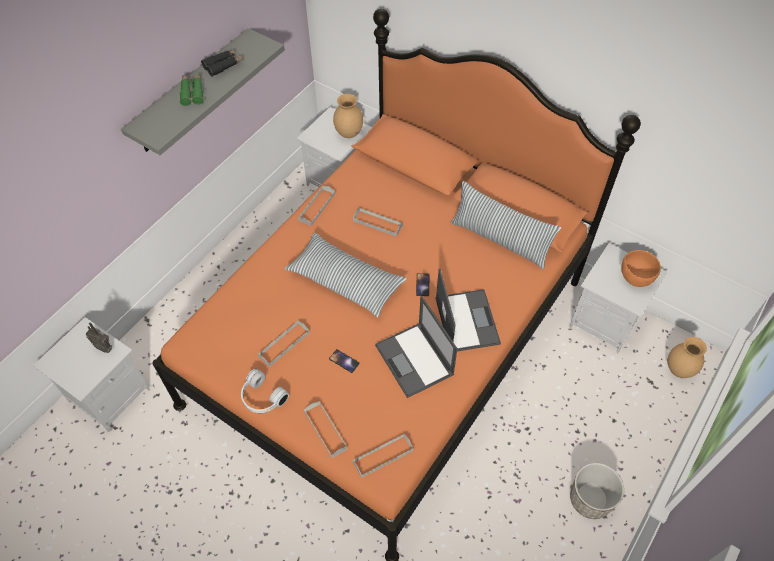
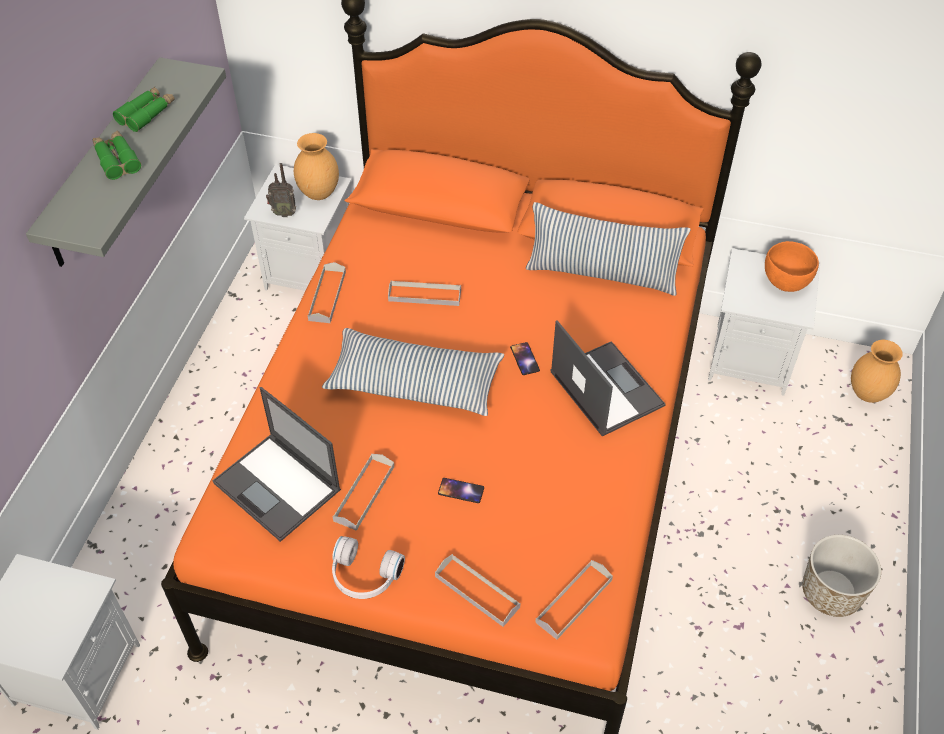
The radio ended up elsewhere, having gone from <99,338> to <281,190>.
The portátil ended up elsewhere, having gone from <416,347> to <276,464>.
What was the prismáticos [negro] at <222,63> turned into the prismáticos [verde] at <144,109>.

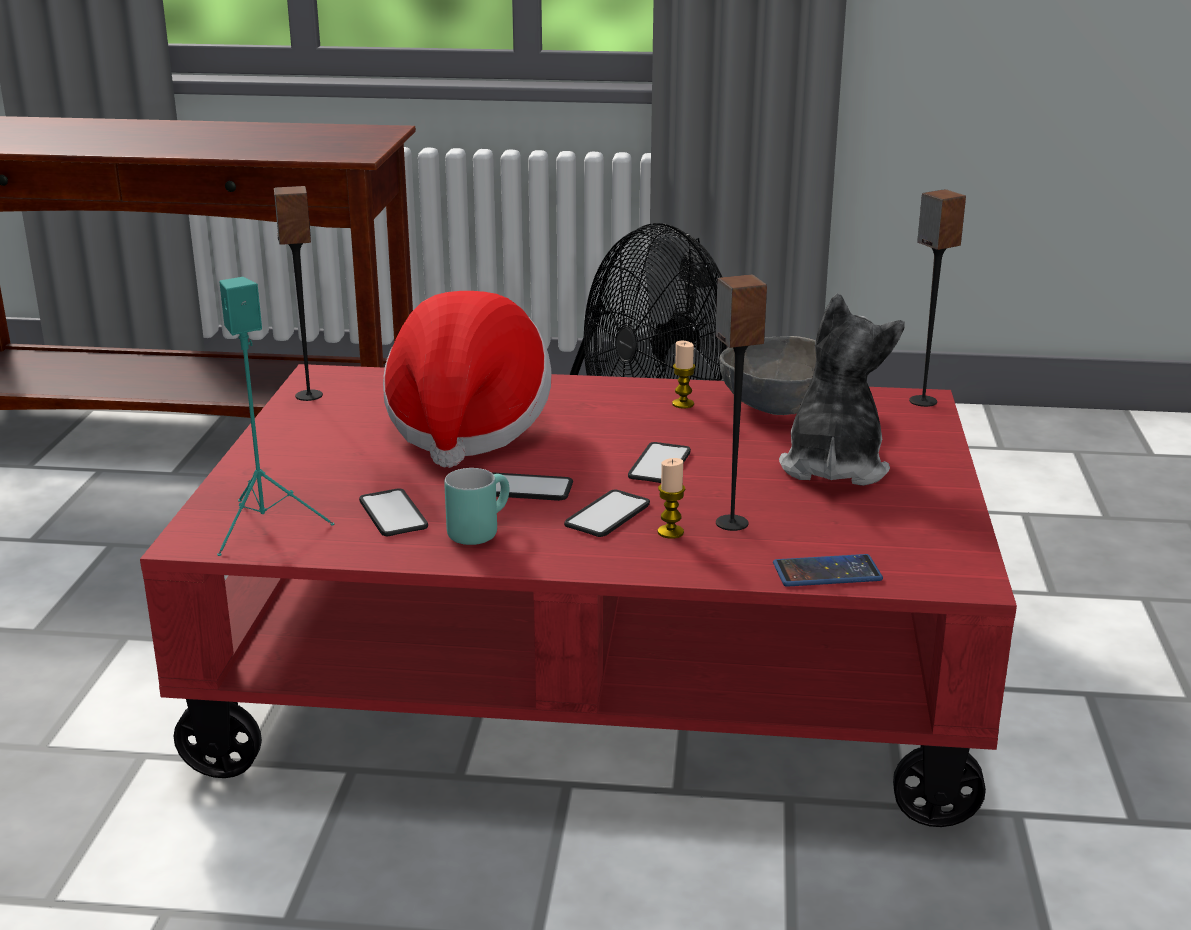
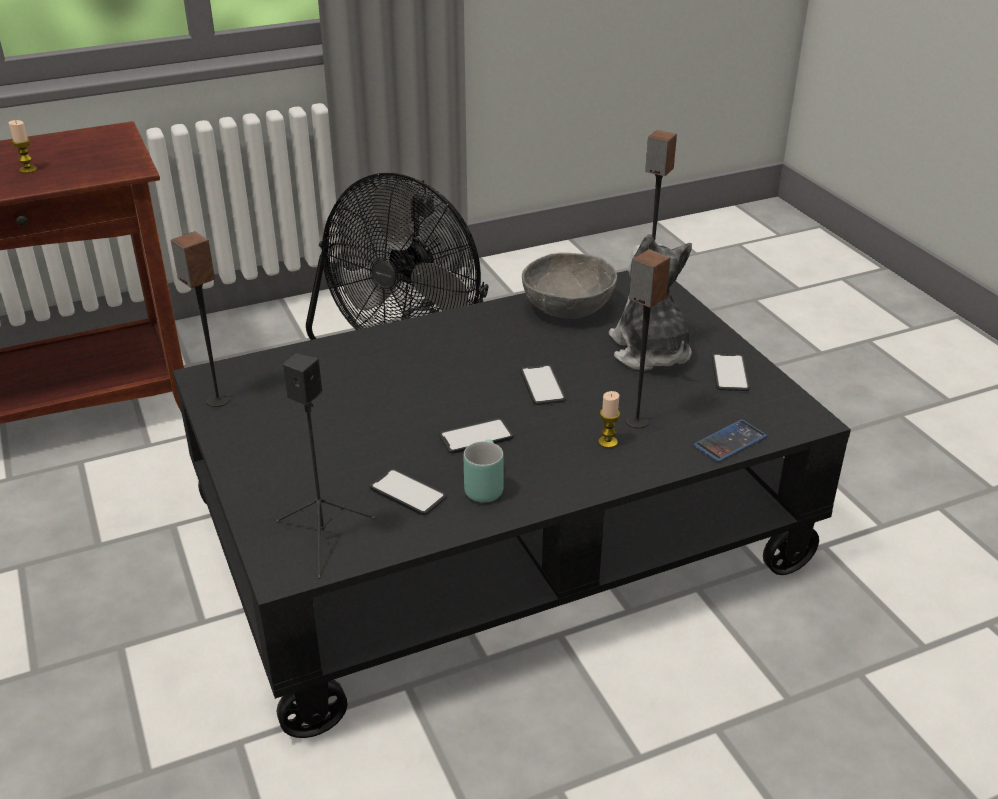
The second view lost the sombrero at <467,379>.
The móvil ended up elsewhere, having gone from <607,513> to <731,372>.
The vela ended up elsewhere, having gone from <683,375> to <23,147>.
What was the mesa de centro [rojo] at <578,595> turned into the mesa de centro [negro] at <512,504>.
What was the altavoz [turquesa] at <275,416> turned into the altavoz [negro] at <325,466>.

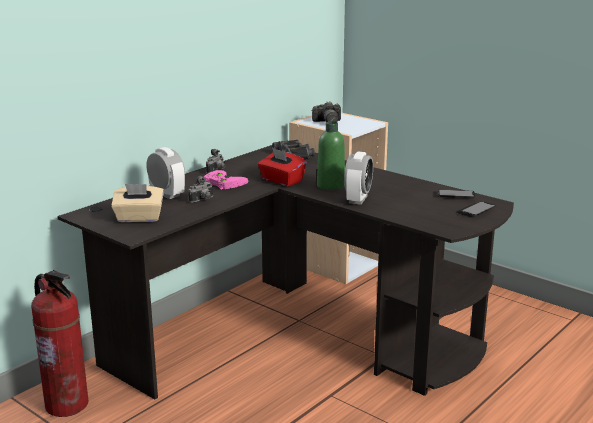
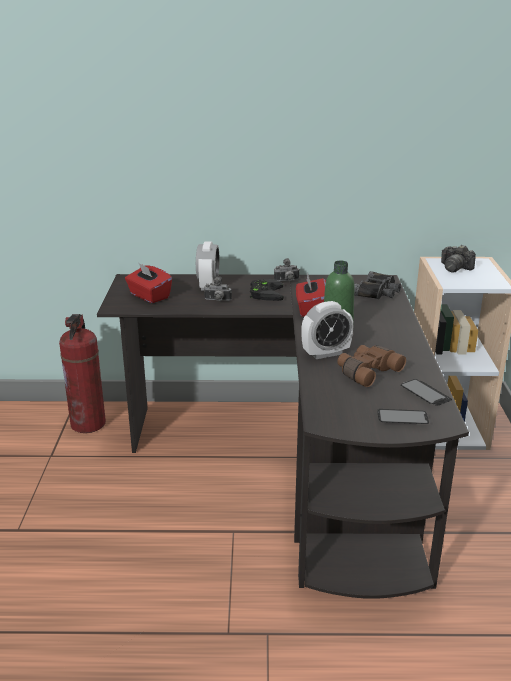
The second view gained the prismáticos [marrón] at <371,366>.
What was the caja de pañuelos [beis] at <137,203> turned into the caja de pañuelos [rojo] at <148,282>.
What was the mando de consola [rosa] at <226,180> turned into the mando de consola [negro] at <267,290>.

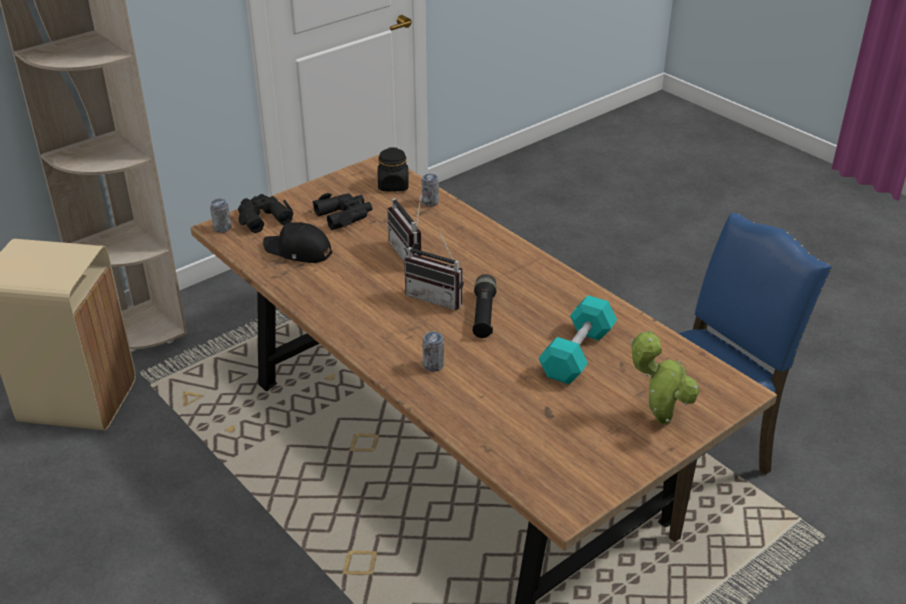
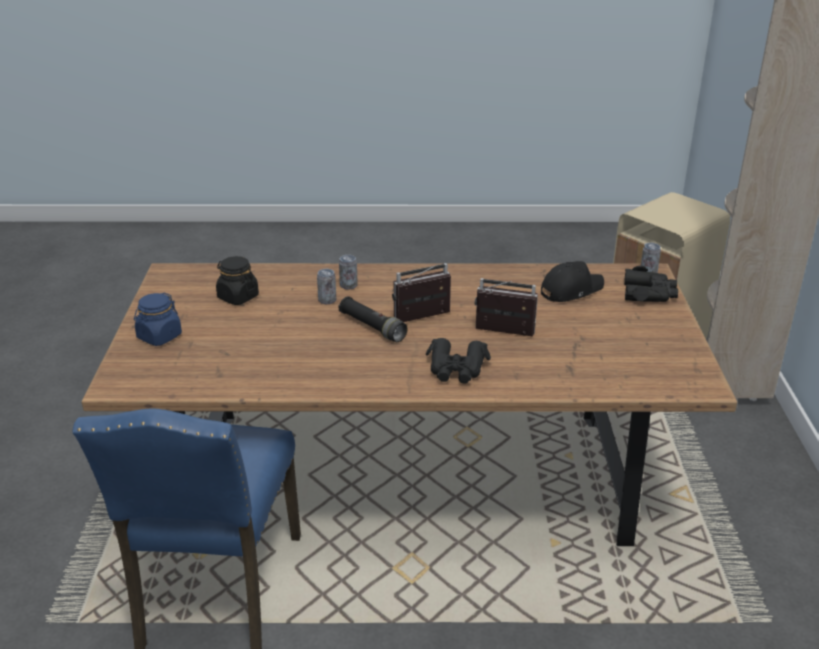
The second view lost the mancuerna [turquesa] at <577,339>.
The prismáticos [negro] ended up elsewhere, having gone from <342,211> to <458,361>.
The tarro [negro] ended up elsewhere, having gone from <393,169> to <237,280>.
The lata ended up elsewhere, having gone from <430,190> to <326,286>.
Where the planta en maceta stood at <665,377>, the tarro [azul] came to stand at <158,319>.

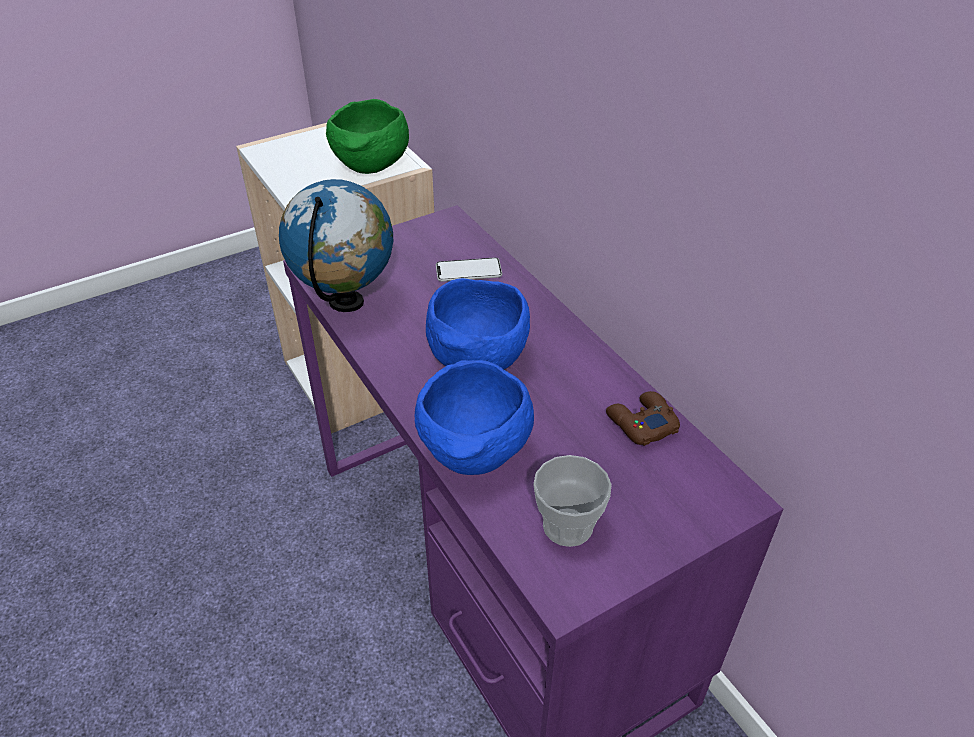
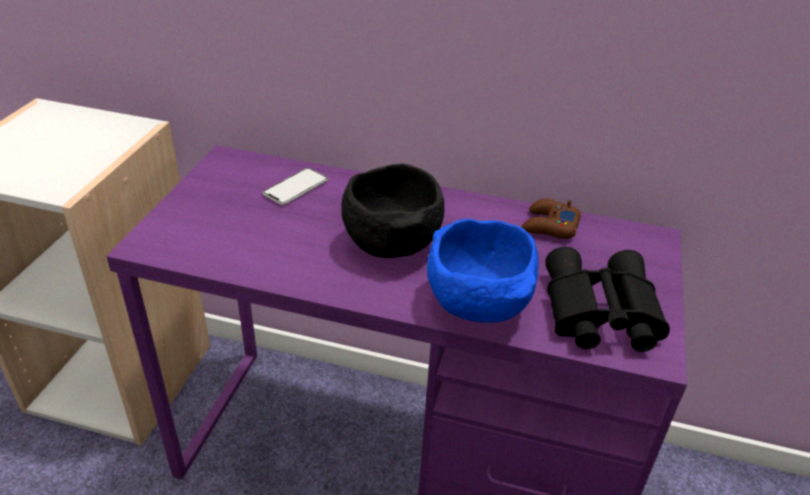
The second view lost the globo terráqueo at <336,245>.
The second view lost the cuenco [verde] at <367,136>.
Where the taza stood at <572,501>, the prismáticos [negro] came to stand at <607,299>.
What was the cuenco [azul] at <478,323> turned into the cuenco [negro] at <392,210>.

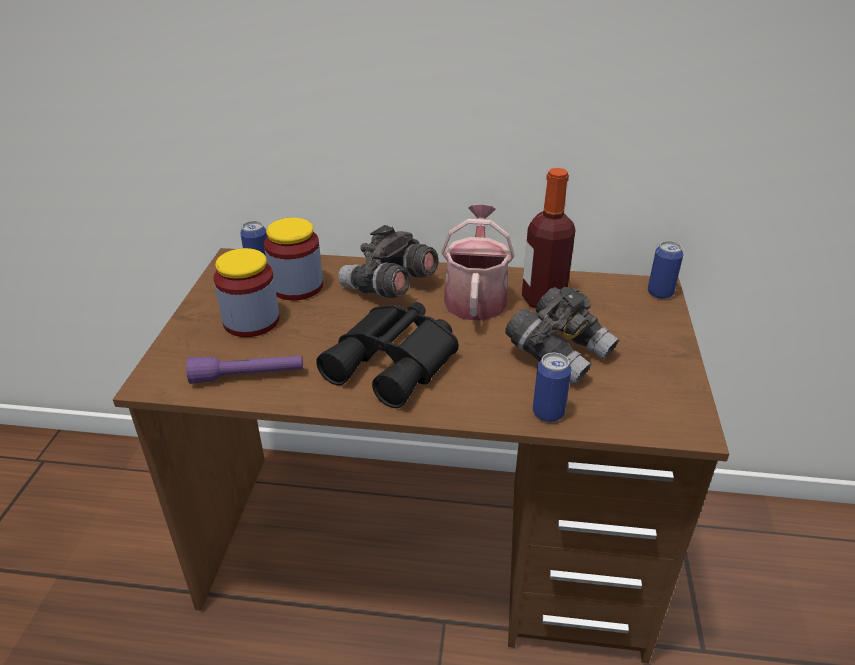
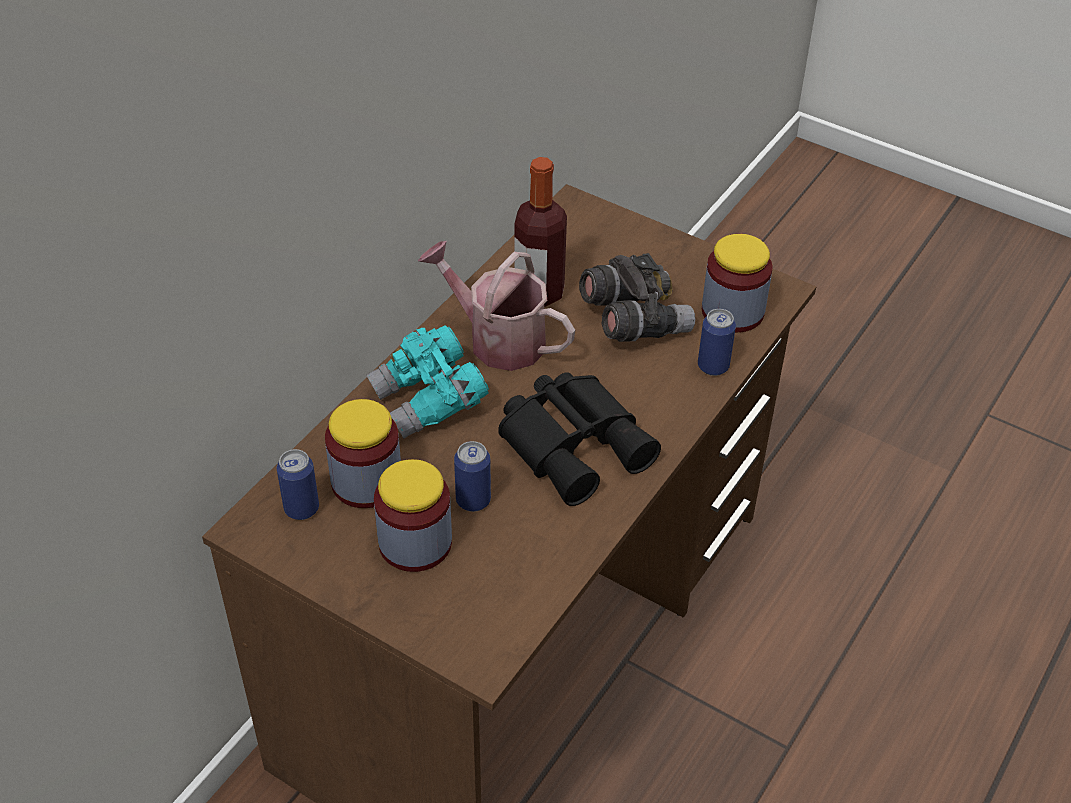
The second view lost the linterna [morado] at <244,369>.
The second view gained the tarro at <737,283>.
The lata ended up elsewhere, having gone from <666,270> to <472,476>.
What was the prismáticos [gris] at <389,261> turned into the prismáticos [turquesa] at <427,381>.

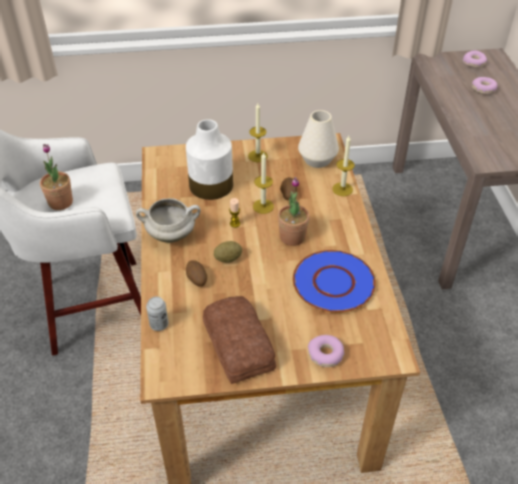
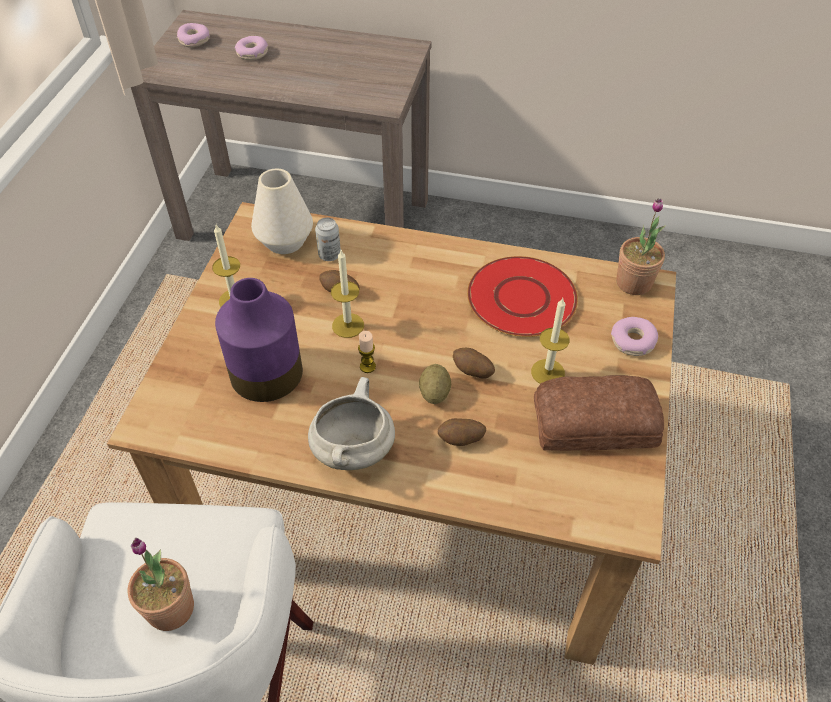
The second view gained the patata at <474,363>.
The lata ended up elsewhere, having gone from <157,313> to <328,239>.
The planta en maceta ended up elsewhere, having gone from <293,211> to <641,247>.
The vela ended up elsewhere, having gone from <343,166> to <550,341>.
What was the florero [blanco] at <209,159> turned into the florero [morado] at <259,340>.
What was the plato [azul] at <334,281> turned into the plato [rojo] at <522,296>.

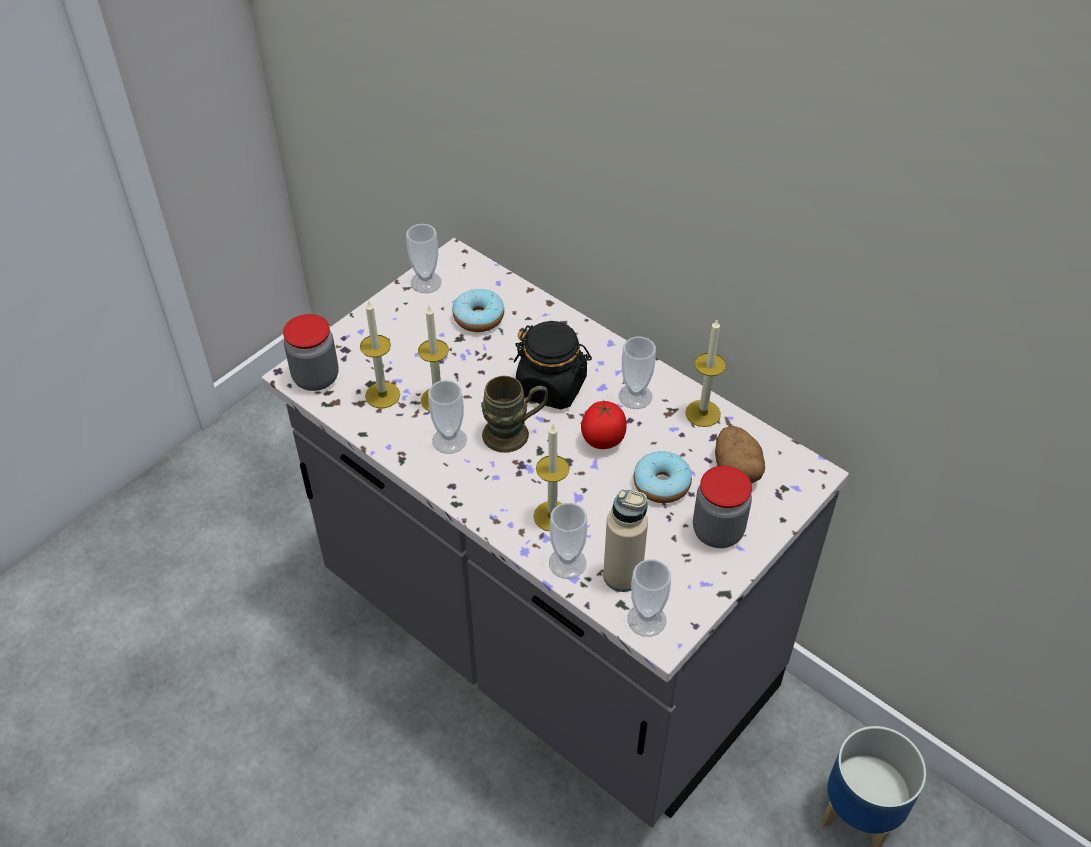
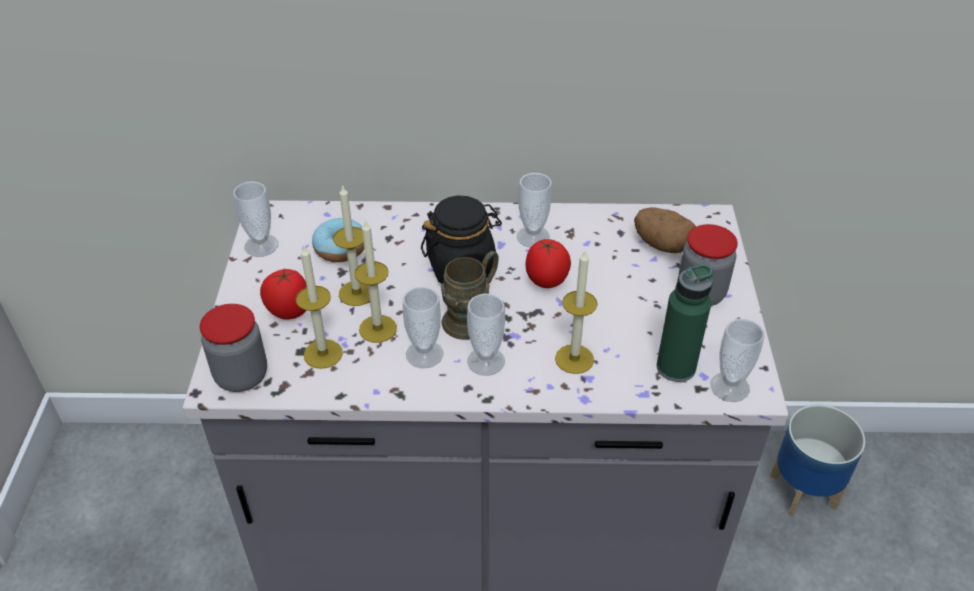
The second view lost the rosquilla at <663,477>.
The second view gained the tomate at <283,293>.
The taza ended up elsewhere, having gone from <568,541> to <486,335>.
The vela ended up elsewhere, having gone from <705,373> to <351,245>.
What was the botella [beis] at <625,540> turned into the botella [verde] at <685,323>.

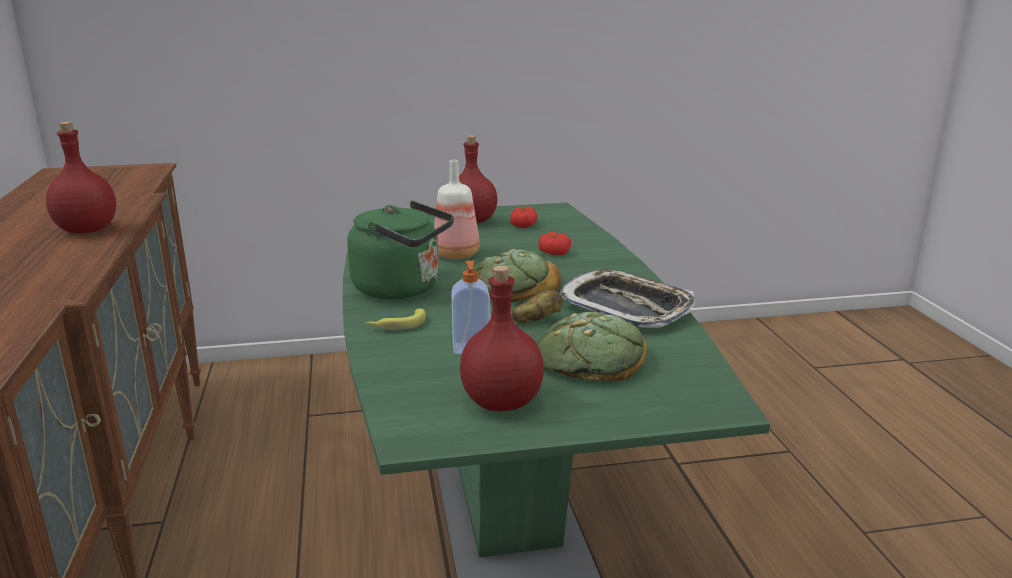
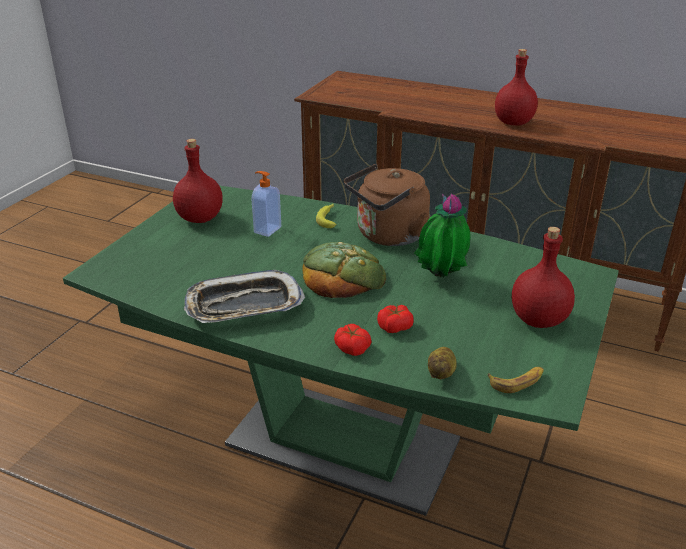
The second view lost the pan at <591,346>.
The second view gained the plátano at <516,380>.
The tomate ended up elsewhere, having gone from <523,217> to <353,340>.
The patata ended up elsewhere, having gone from <537,306> to <442,363>.
Where the botella stood at <457,209>, the planta en maceta came to stand at <442,235>.
What was the hervidor [verde] at <400,250> turned into the hervidor [marrón] at <387,205>.

